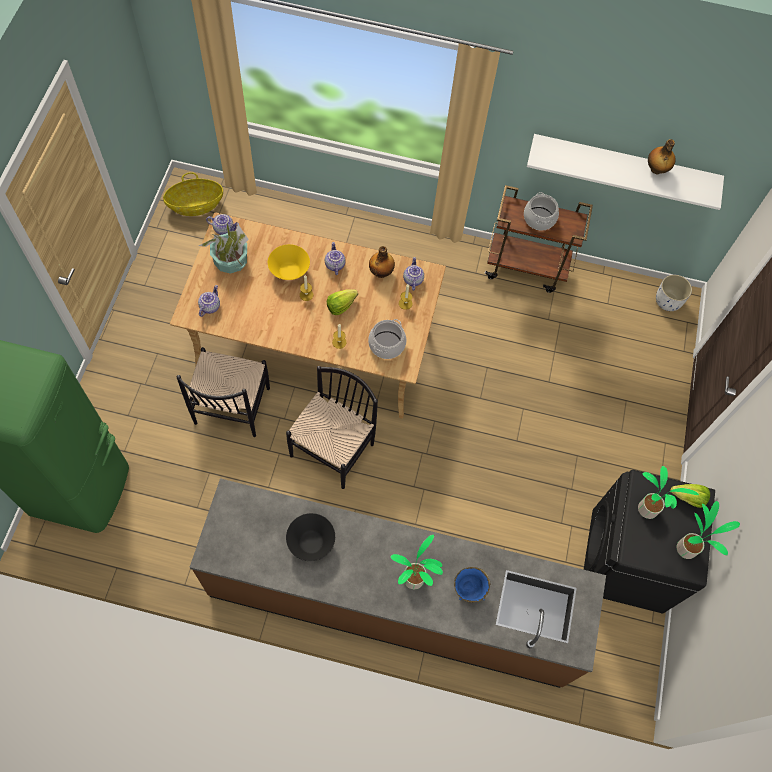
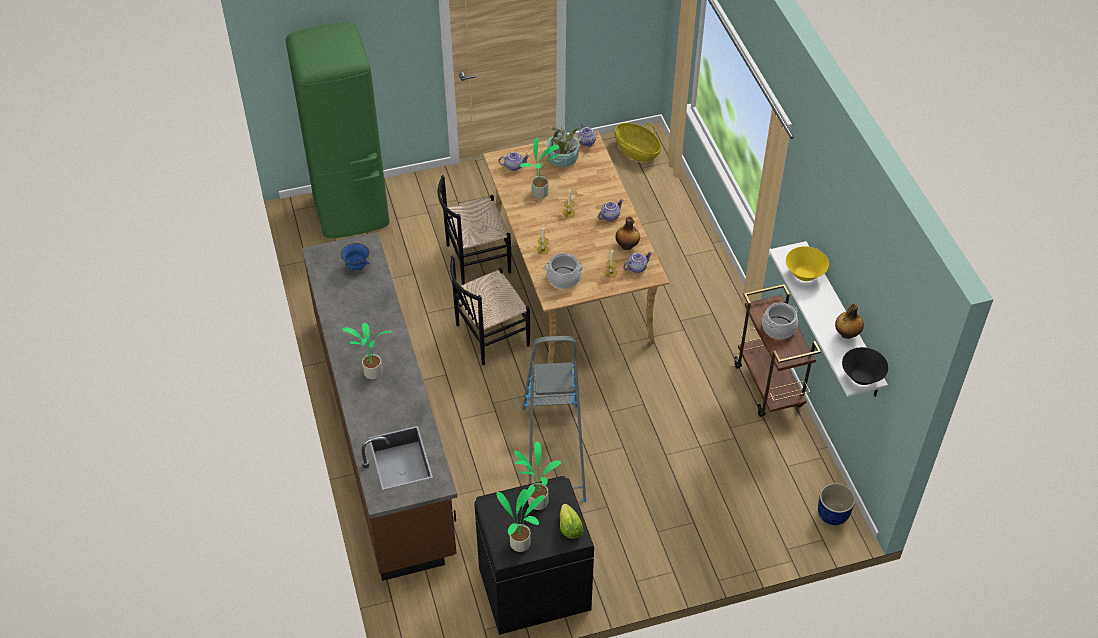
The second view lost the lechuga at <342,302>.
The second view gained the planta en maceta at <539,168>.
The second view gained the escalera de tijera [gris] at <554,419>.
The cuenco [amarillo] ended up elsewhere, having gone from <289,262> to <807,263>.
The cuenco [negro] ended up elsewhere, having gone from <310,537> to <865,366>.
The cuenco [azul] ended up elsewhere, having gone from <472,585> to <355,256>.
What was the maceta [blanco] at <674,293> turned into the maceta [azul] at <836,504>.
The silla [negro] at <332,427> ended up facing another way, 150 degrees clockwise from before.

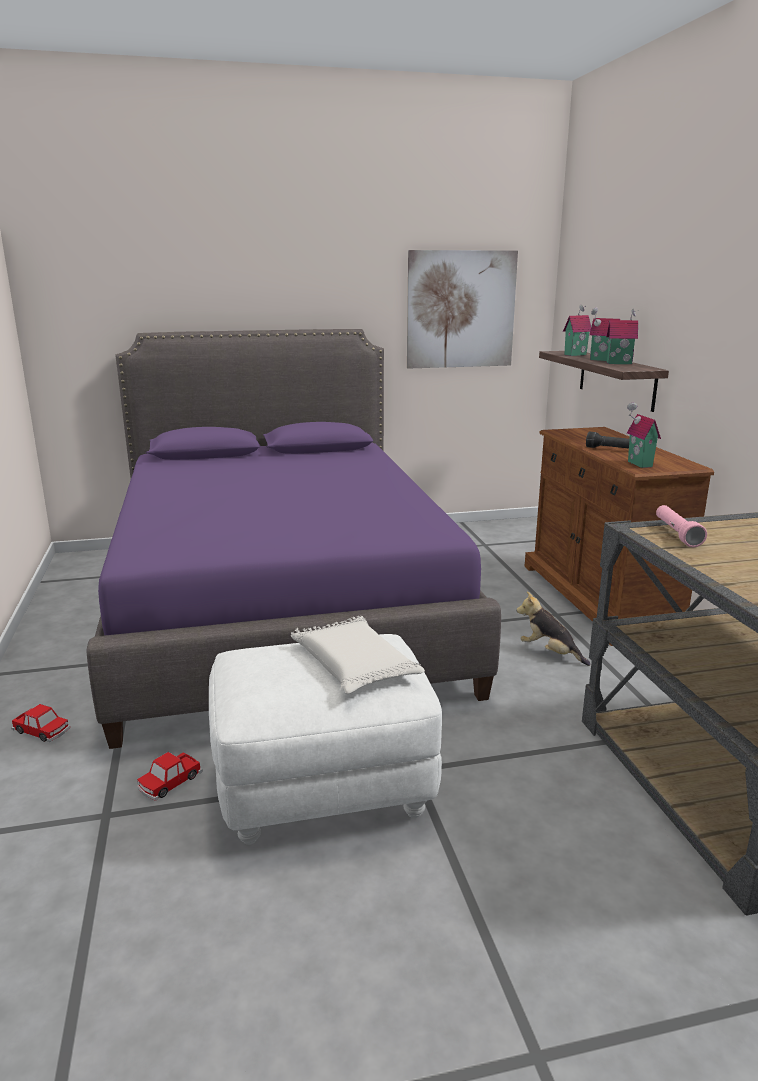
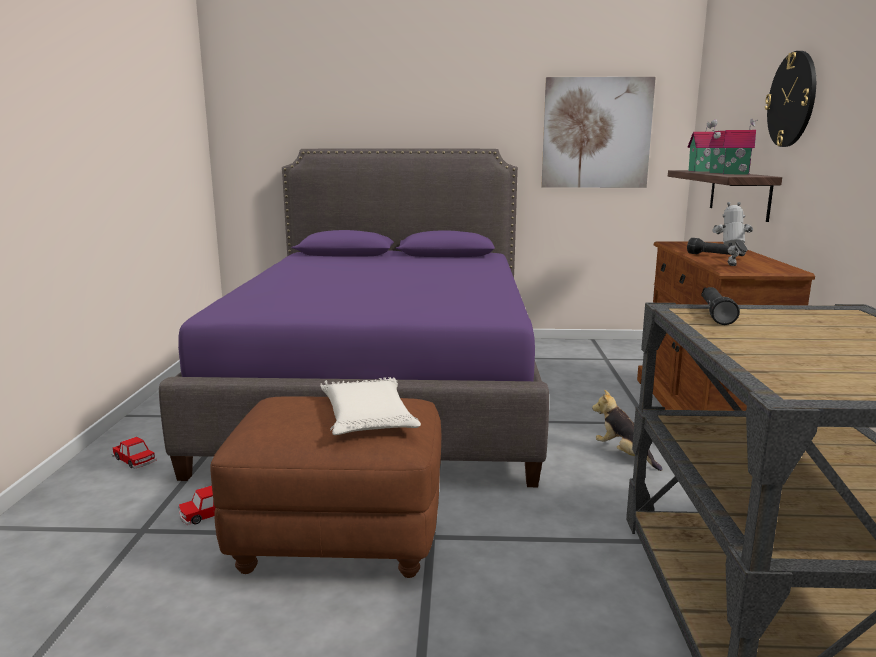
The second view gained the reloj de pared at <790,99>.
Where the casita stood at <644,435>, the robot de juguete came to stand at <732,234>.
What was the puf [blanco] at <325,739> turned into the puf [marrón] at <326,487>.
What was the linterna [rosa] at <681,526> turned into the linterna [negro] at <721,306>.

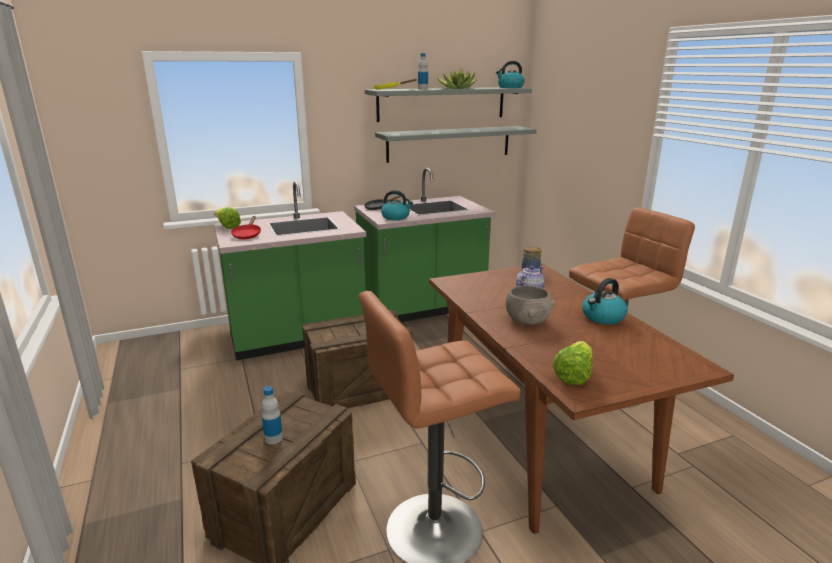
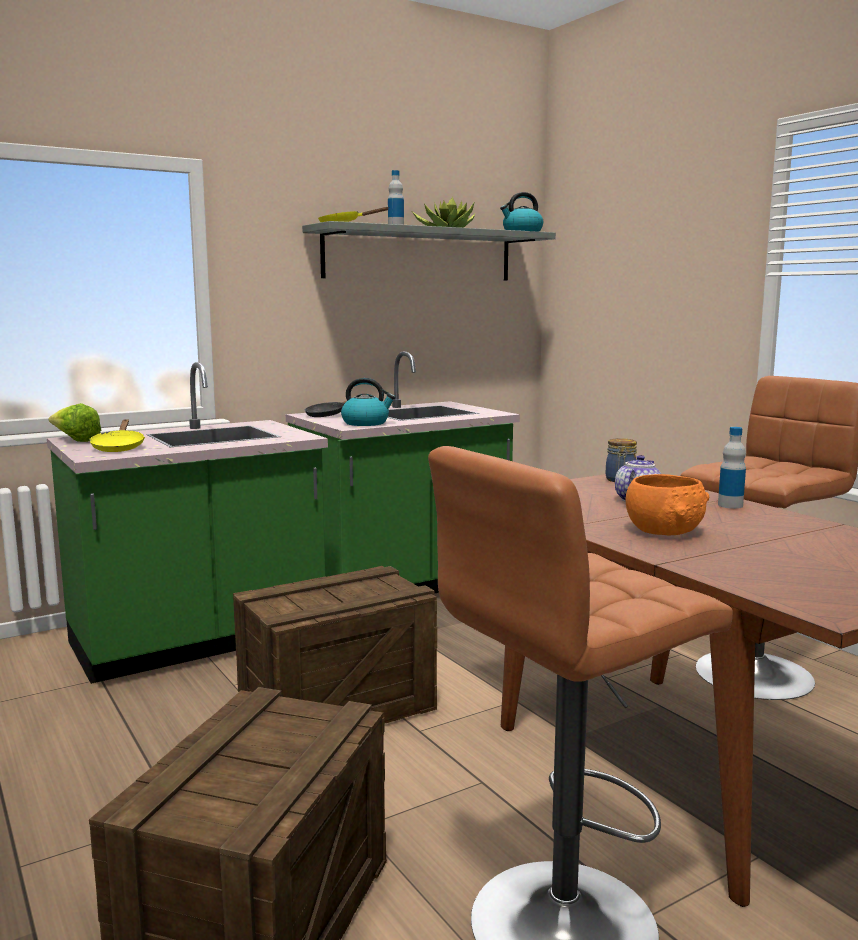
The second view lost the estante [gris] at <456,144>.
The second view lost the lechuga at <573,363>.
The second view lost the hervidor at <605,301>.
The botella ended up elsewhere, having gone from <272,415> to <732,468>.
What was the sartén [rojo] at <246,227> turned into the sartén [amarillo] at <117,435>.
What was the cuenco [gris] at <530,305> turned into the cuenco [naranja] at <667,505>.

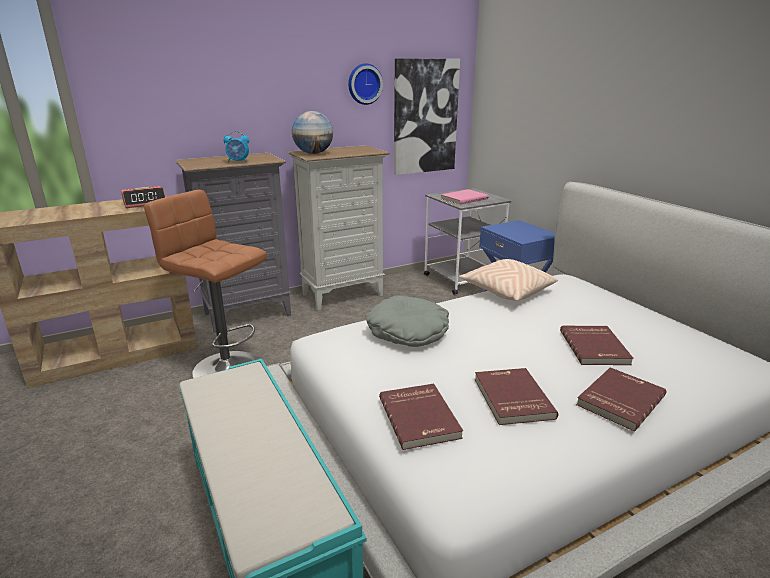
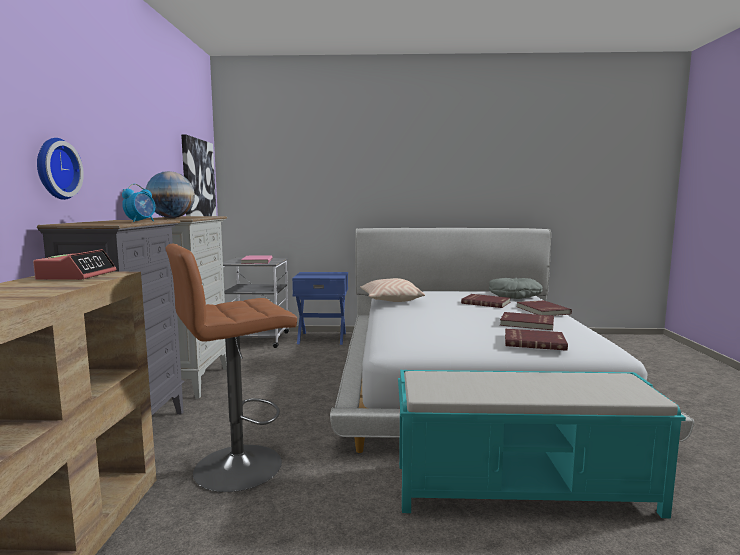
The reloj de pared ended up elsewhere, having gone from <365,84> to <60,169>.
The cojín [gris] ended up elsewhere, having gone from <407,321> to <516,288>.

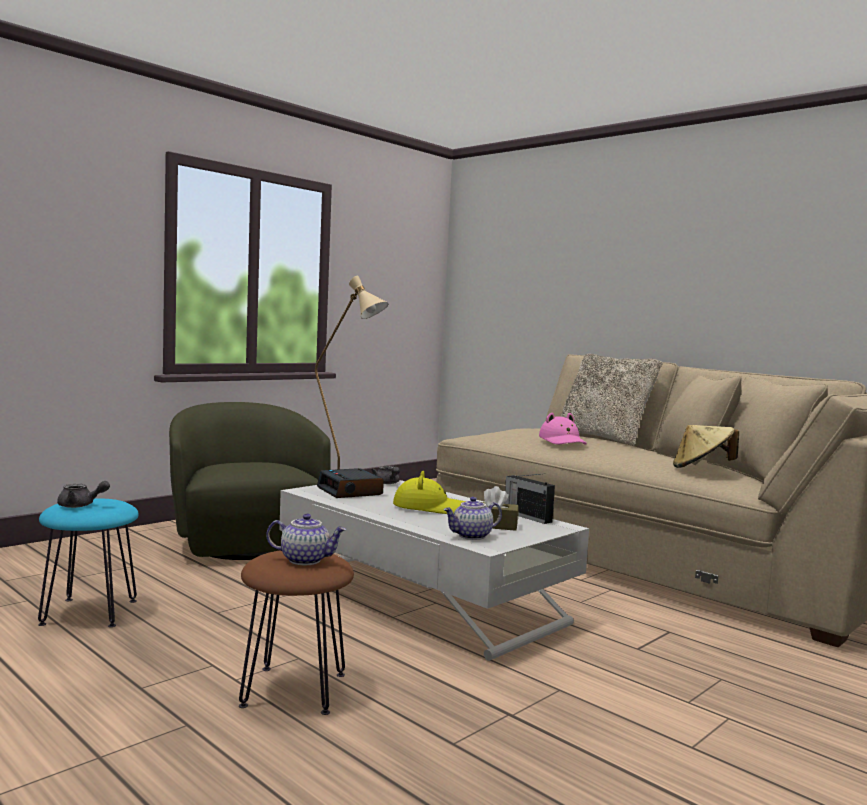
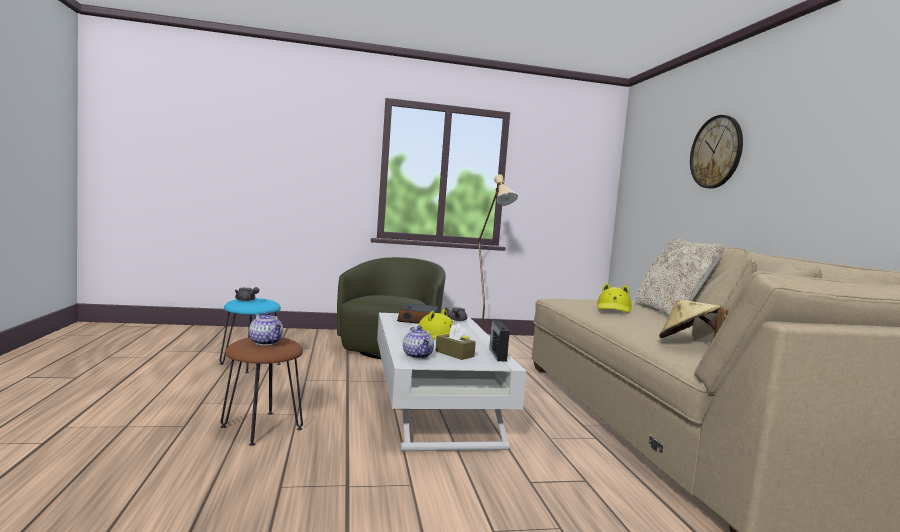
The second view gained the reloj de pared at <716,152>.
What was the sombrero [rosa] at <563,429> turned into the sombrero [amarillo] at <614,298>.
The tetera at <472,518> ended up facing another way, 120 degrees counterclockwise from before.

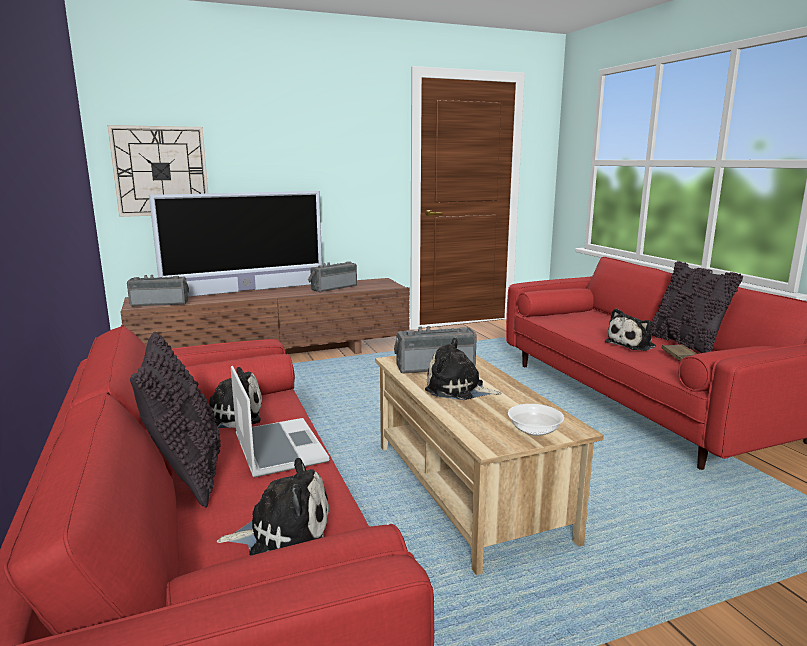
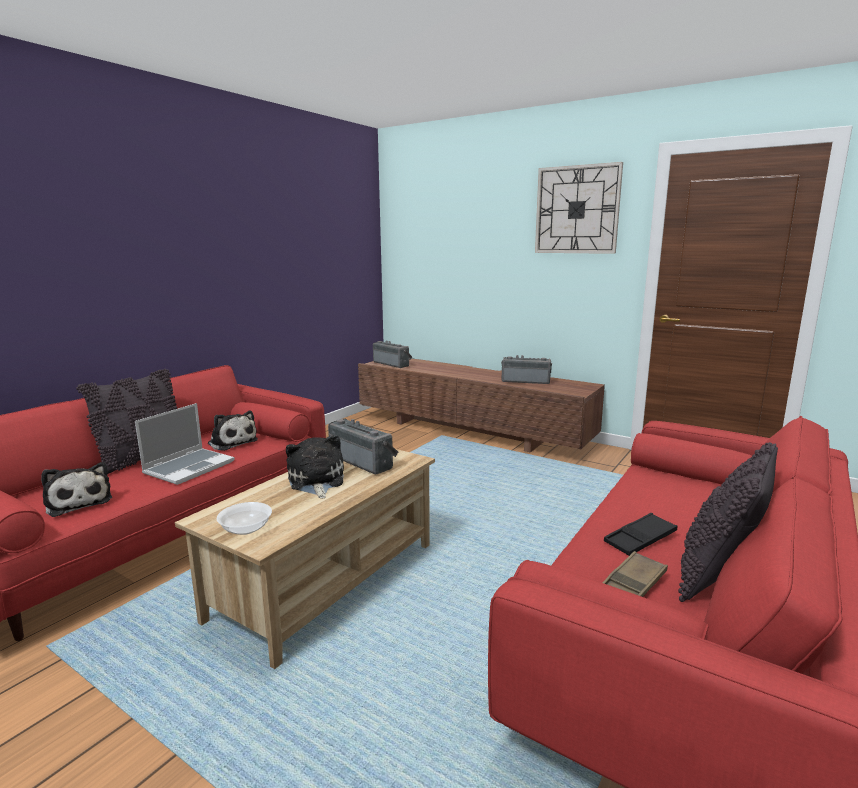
The second view lost the televisor at <235,244>.
The reloj de pared ended up elsewhere, having gone from <157,171> to <579,208>.
Where the peluche stood at <630,329>, the bandeja [negro] came to stand at <641,534>.

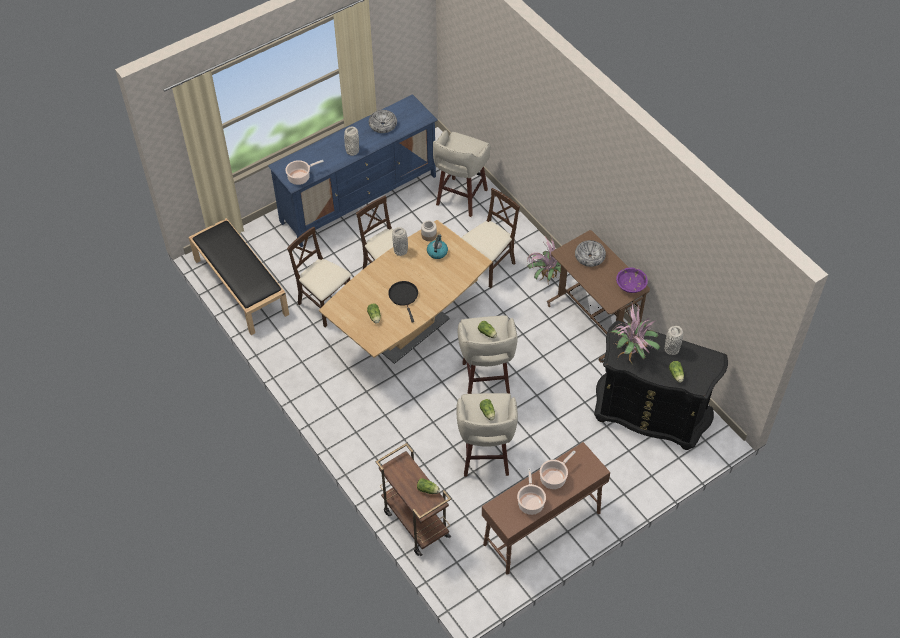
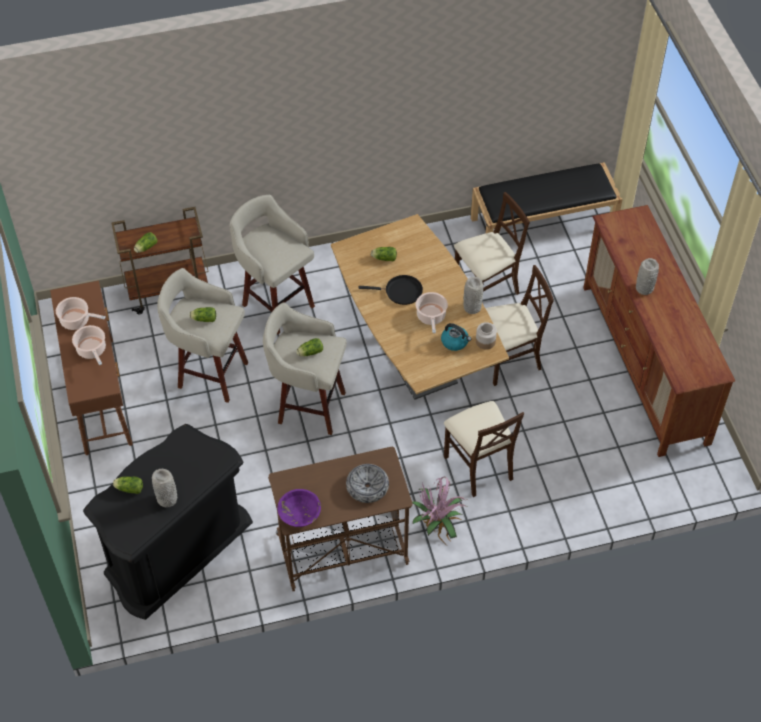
The second view lost the cuenco at <383,121>.
The second view lost the planta en maceta at <634,332>.
The olla ended up elsewhere, having gone from <304,172> to <432,312>.
The taburete [beis] ended up elsewhere, having gone from <462,173> to <272,265>.
What was the cómoda [azul] at <352,170> turned into the cómoda [marrón] at <659,331>.

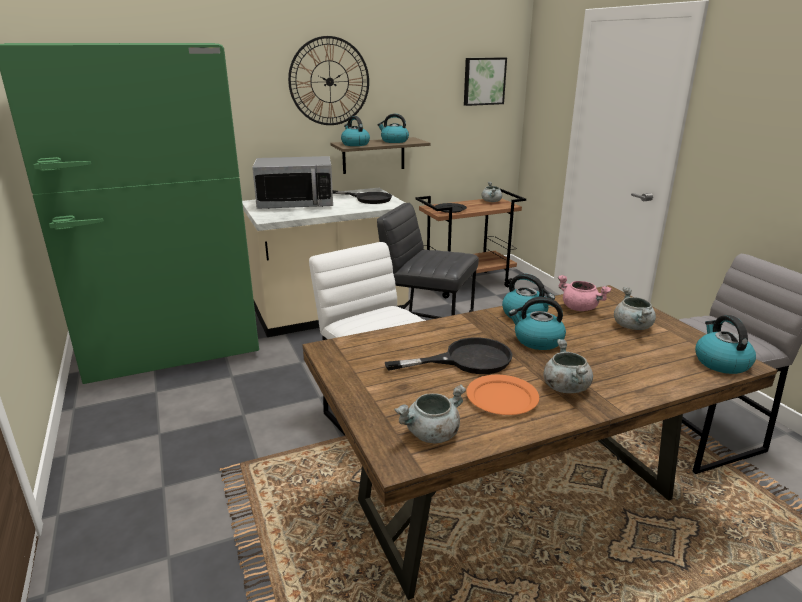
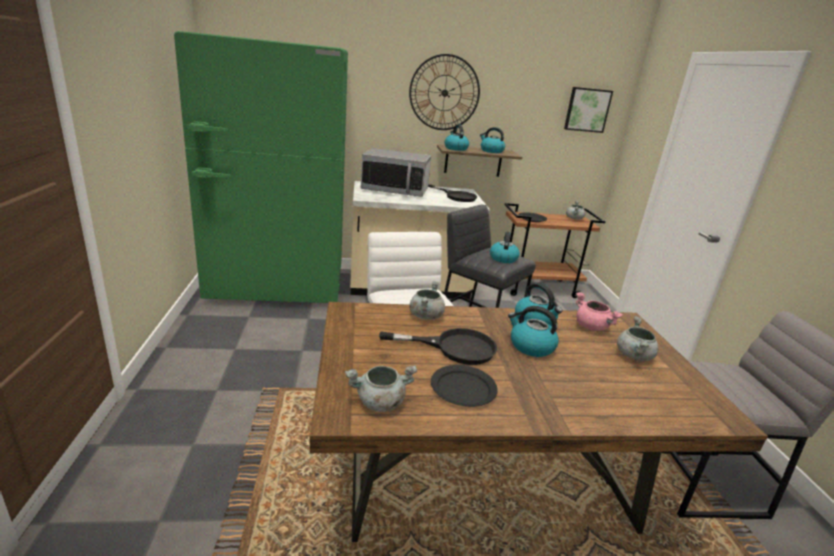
The olla [gris] ended up elsewhere, having gone from <568,366> to <427,300>.
The hervidor ended up elsewhere, having gone from <725,344> to <505,247>.
What was the plato [naranja] at <502,395> turned into the plato [negro] at <464,386>.

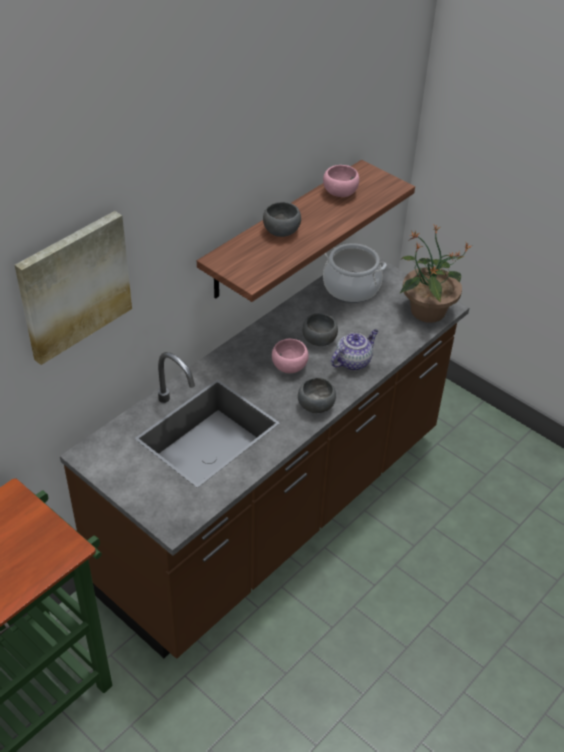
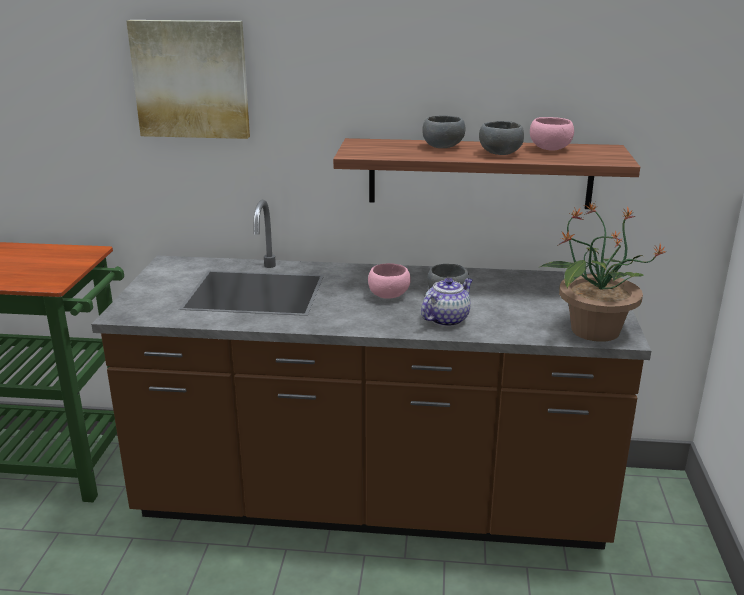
The second view lost the olla at <354,273>.
The cuenco [gris] ended up elsewhere, having gone from <317,395> to <501,138>.
The tetera at <354,350> ended up facing another way, 60 degrees counterclockwise from before.

